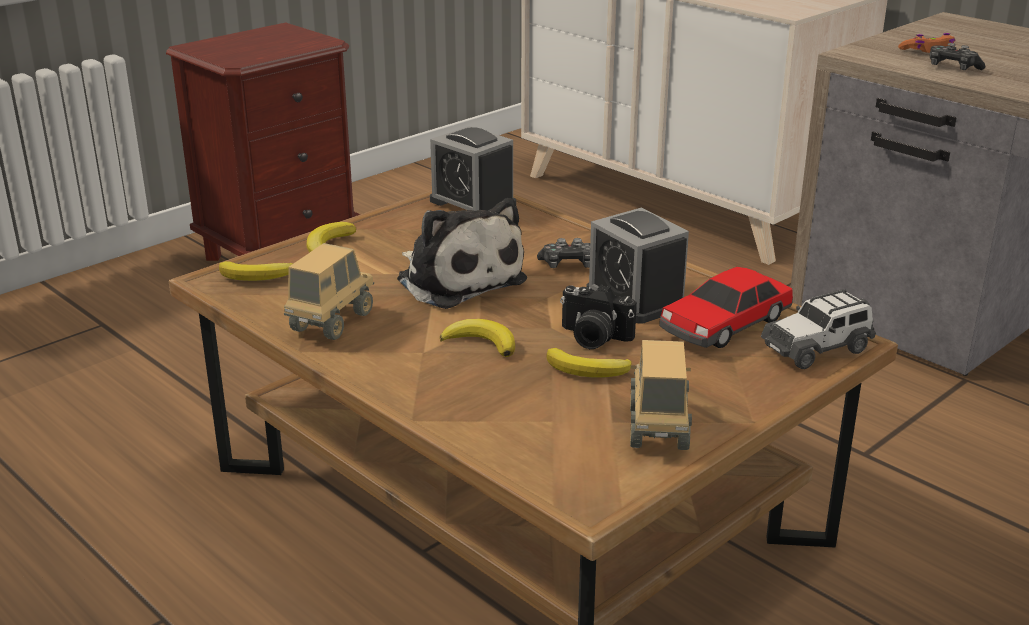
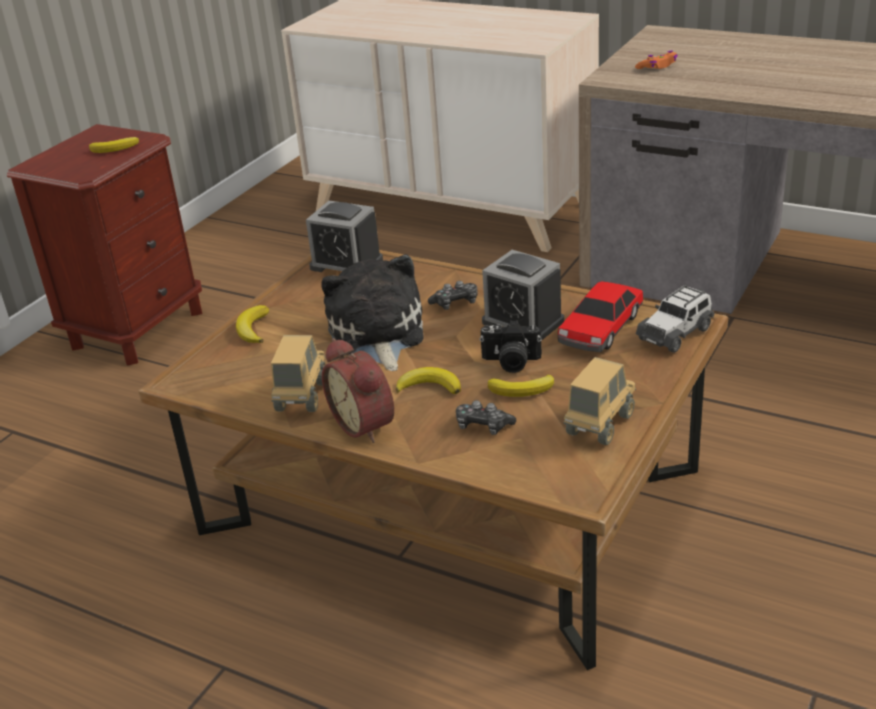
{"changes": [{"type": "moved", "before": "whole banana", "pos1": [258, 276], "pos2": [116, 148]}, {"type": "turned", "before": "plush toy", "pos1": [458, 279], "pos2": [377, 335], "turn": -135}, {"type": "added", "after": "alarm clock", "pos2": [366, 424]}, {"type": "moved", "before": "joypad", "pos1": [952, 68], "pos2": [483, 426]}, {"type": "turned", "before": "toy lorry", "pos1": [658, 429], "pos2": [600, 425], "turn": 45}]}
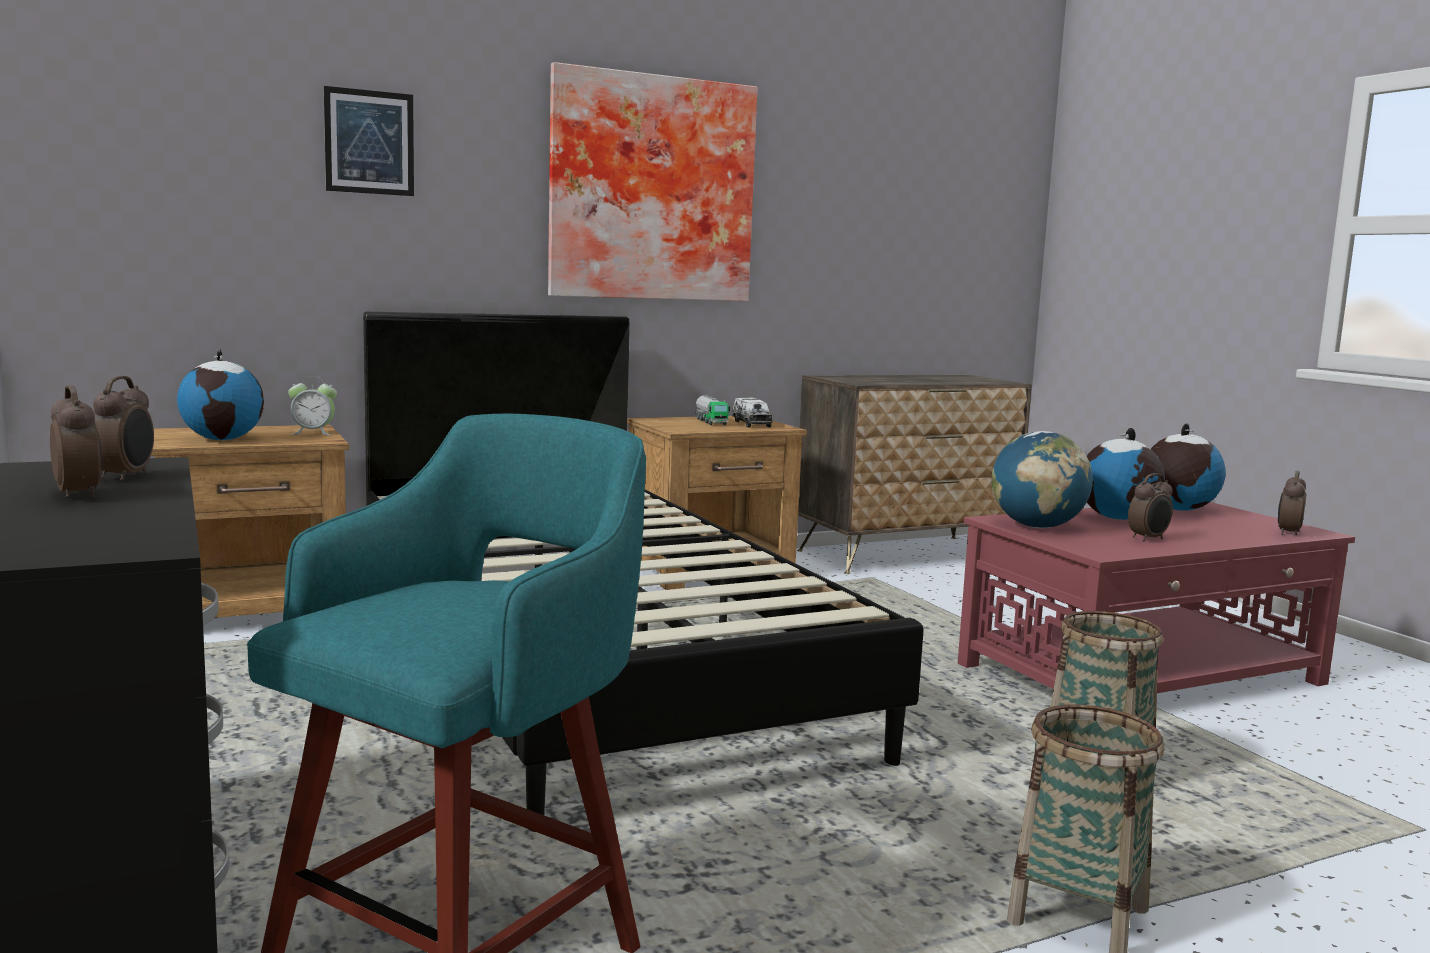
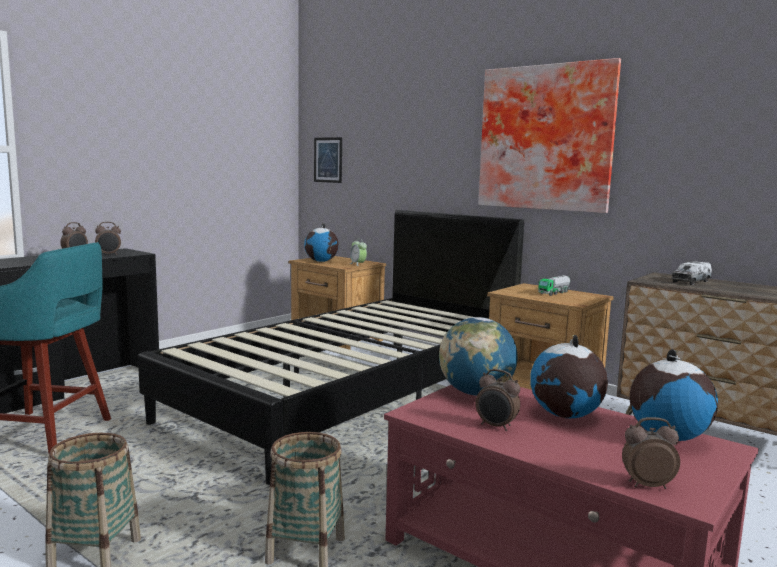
{"changes": [{"type": "moved", "before": "wall picture", "pos1": [369, 142], "pos2": [328, 160]}, {"type": "moved", "before": "toy lorry", "pos1": [751, 423], "pos2": [691, 281]}]}
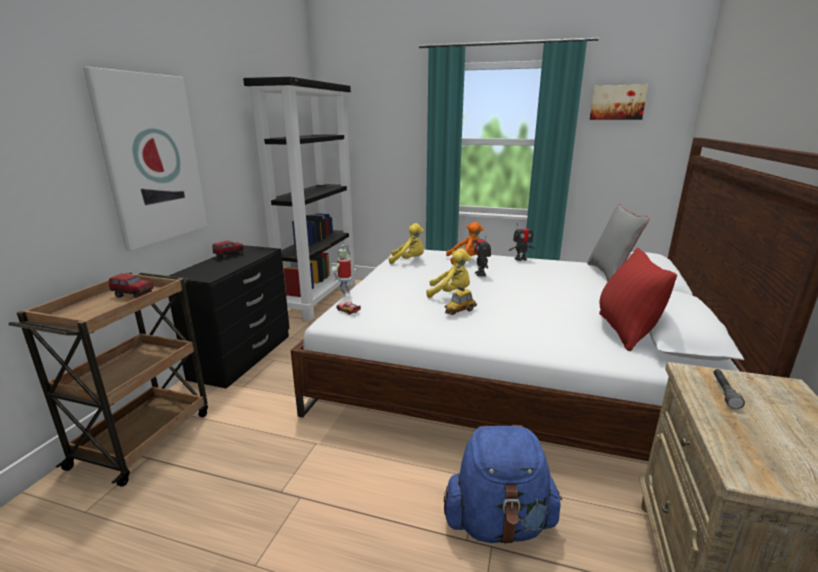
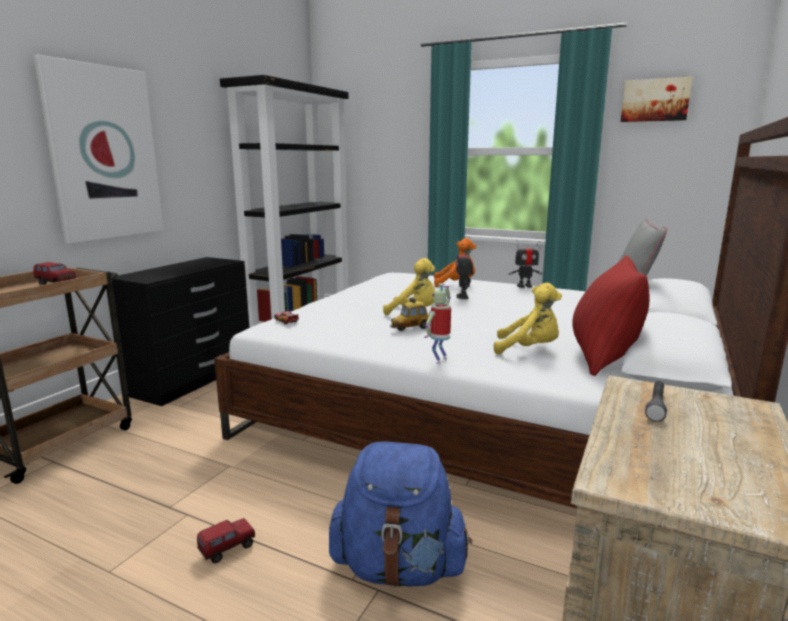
{"changes": [{"type": "moved", "before": "toy lorry", "pos1": [229, 255], "pos2": [227, 550]}, {"type": "moved", "before": "robot figure", "pos1": [345, 294], "pos2": [439, 360]}, {"type": "moved", "before": "plush toy (yellowish)", "pos1": [408, 261], "pos2": [529, 349]}]}
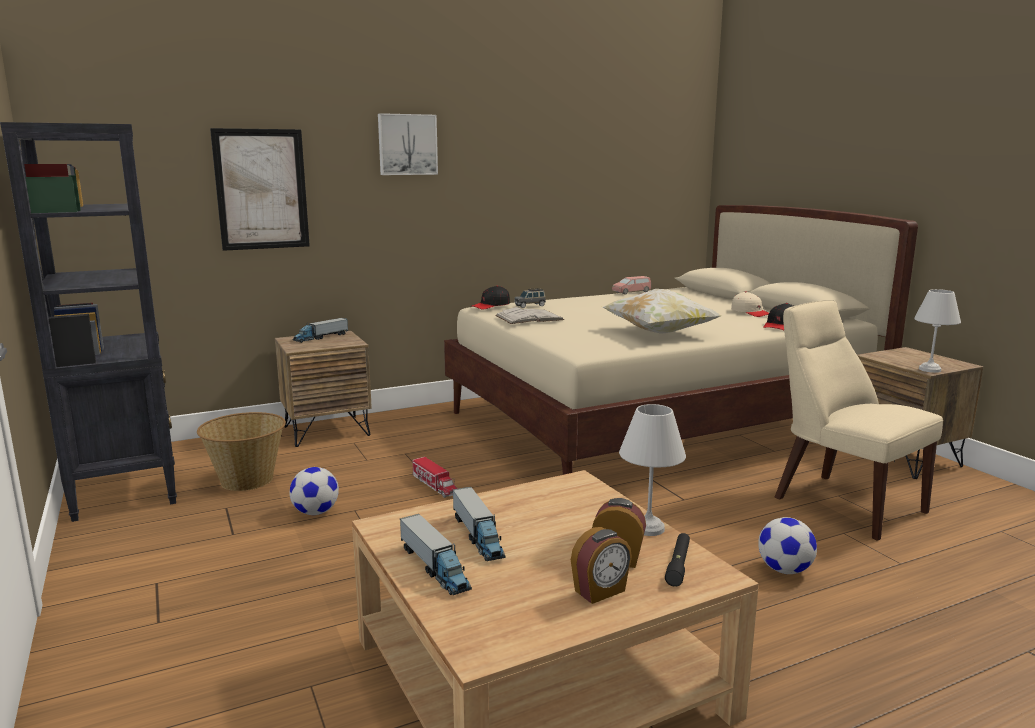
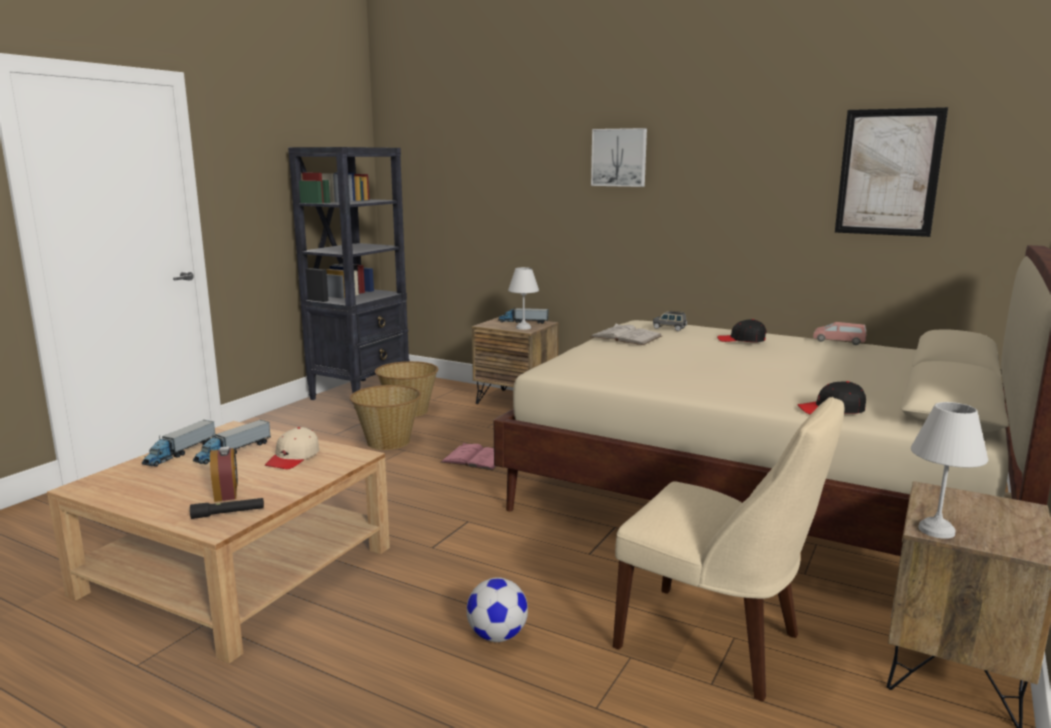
{"changes": [{"type": "moved", "before": "baseball cap (beige)", "pos1": [750, 312], "pos2": [293, 458]}, {"type": "replaced", "before": "football ball", "after": "basket", "pos1": [315, 512], "pos2": [388, 442]}, {"type": "replaced", "before": "toy lorry", "after": "bound book (pinkish)", "pos1": [435, 486], "pos2": [474, 458]}, {"type": "moved", "before": "tabletop lamp (whitish)", "pos1": [647, 529], "pos2": [522, 327]}, {"type": "turned", "before": "plain chair (beige)", "pos1": [842, 503], "pos2": [716, 643], "turn": 105}, {"type": "moved", "before": "baseball cap (blackish)", "pos1": [491, 305], "pos2": [741, 340]}, {"type": "moved", "before": "wall picture", "pos1": [261, 189], "pos2": [888, 172]}, {"type": "removed", "before": "alarm clock", "pos1": [600, 591]}, {"type": "removed", "before": "pillow", "pos1": [659, 333]}]}
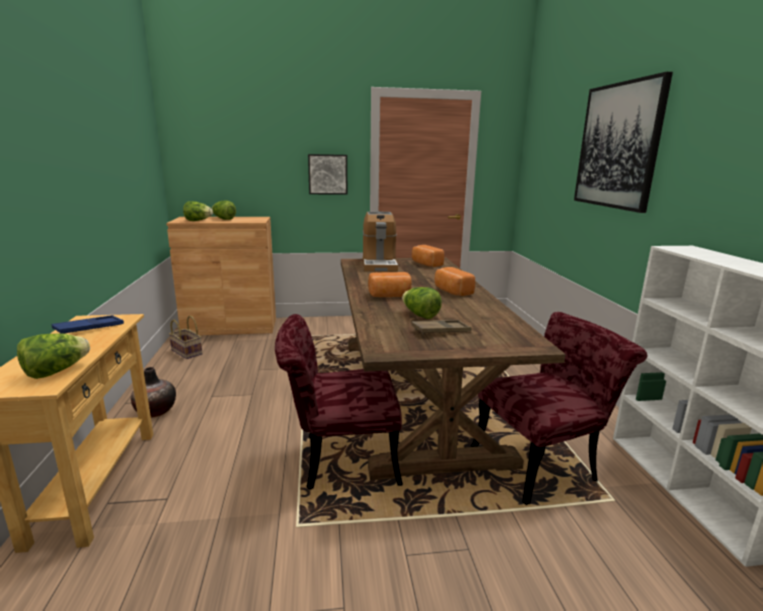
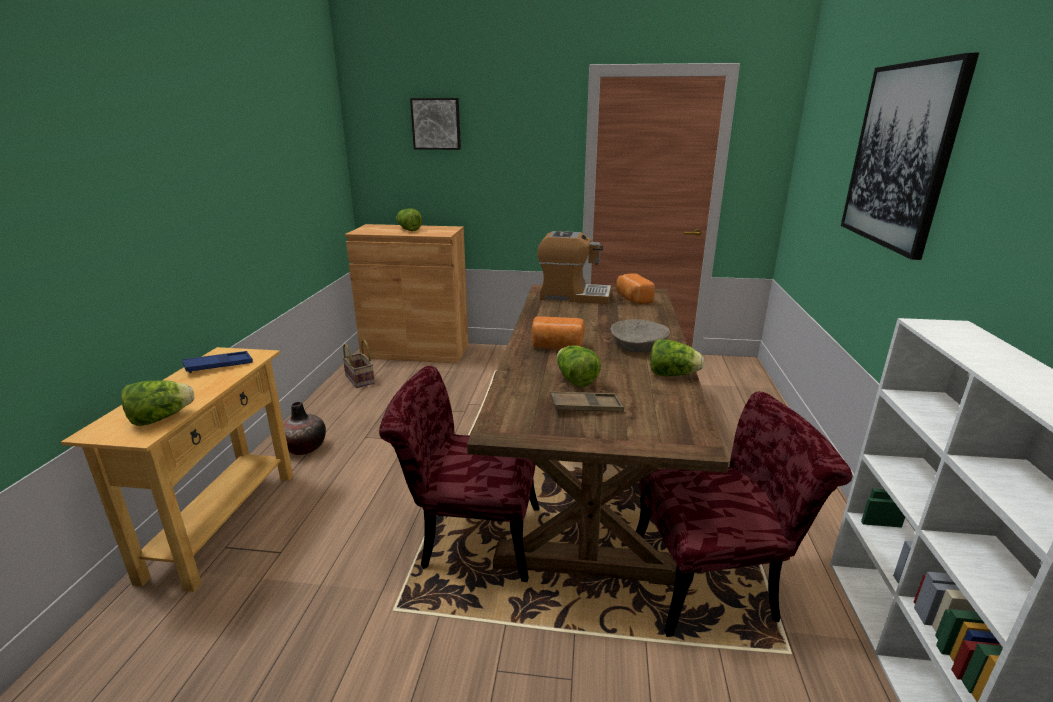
{"changes": [{"type": "moved", "before": "wall picture", "pos1": [327, 174], "pos2": [436, 124]}, {"type": "turned", "before": "coffee machine", "pos1": [379, 264], "pos2": [573, 296], "turn": -90}, {"type": "replaced", "before": "baked bread", "after": "deep dish (beige)", "pos1": [452, 291], "pos2": [639, 346]}, {"type": "moved", "before": "head of lettuce", "pos1": [198, 221], "pos2": [672, 375]}]}
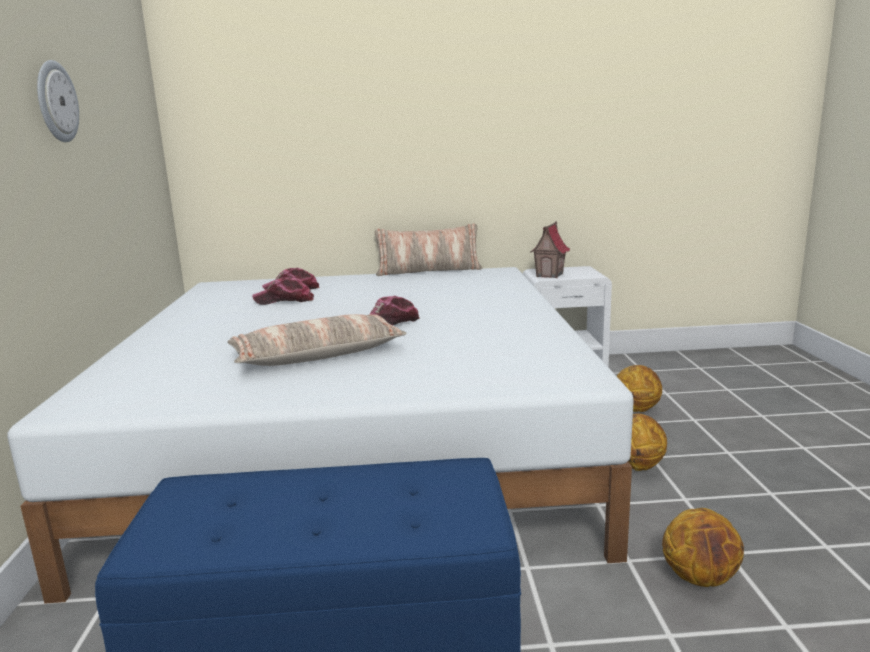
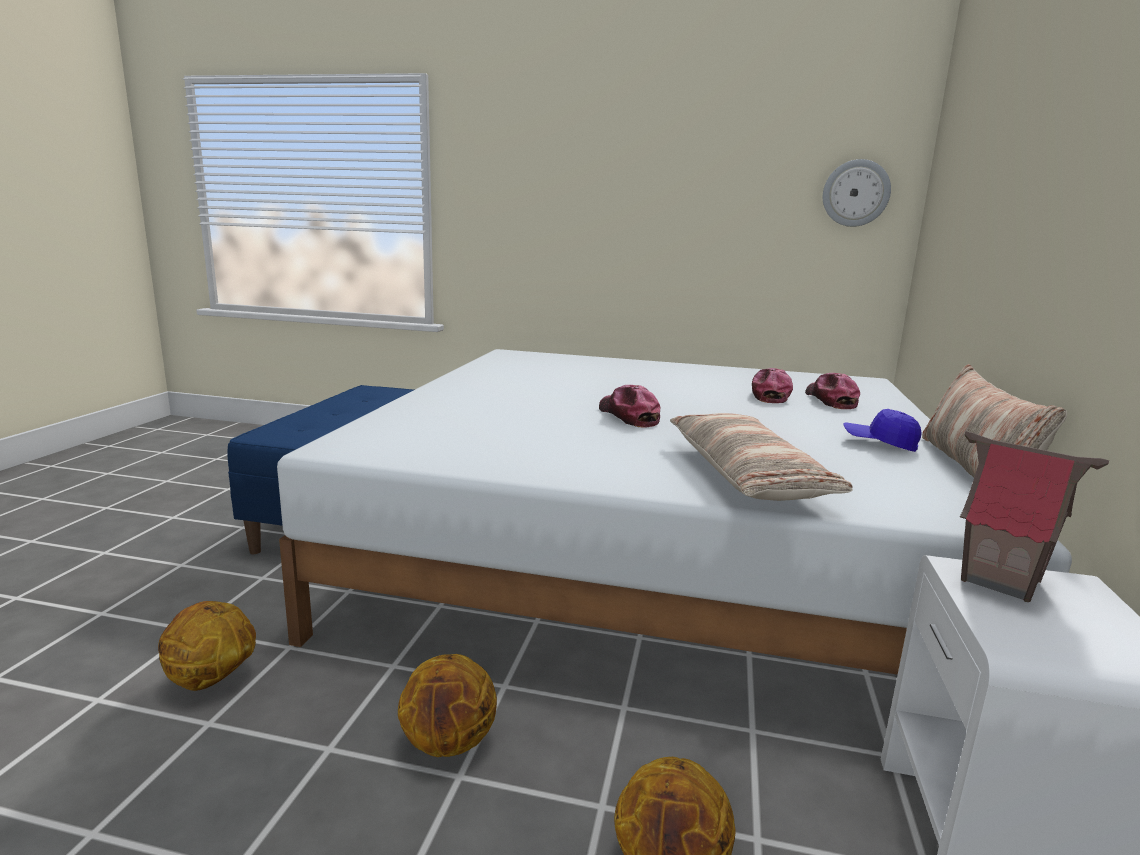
{"changes": [{"type": "moved", "before": "pillow", "pos1": [317, 355], "pos2": [746, 475]}, {"type": "moved", "before": "wall clock", "pos1": [56, 102], "pos2": [855, 193]}, {"type": "added", "after": "baseball cap (blue-coloured)", "pos2": [879, 443]}]}
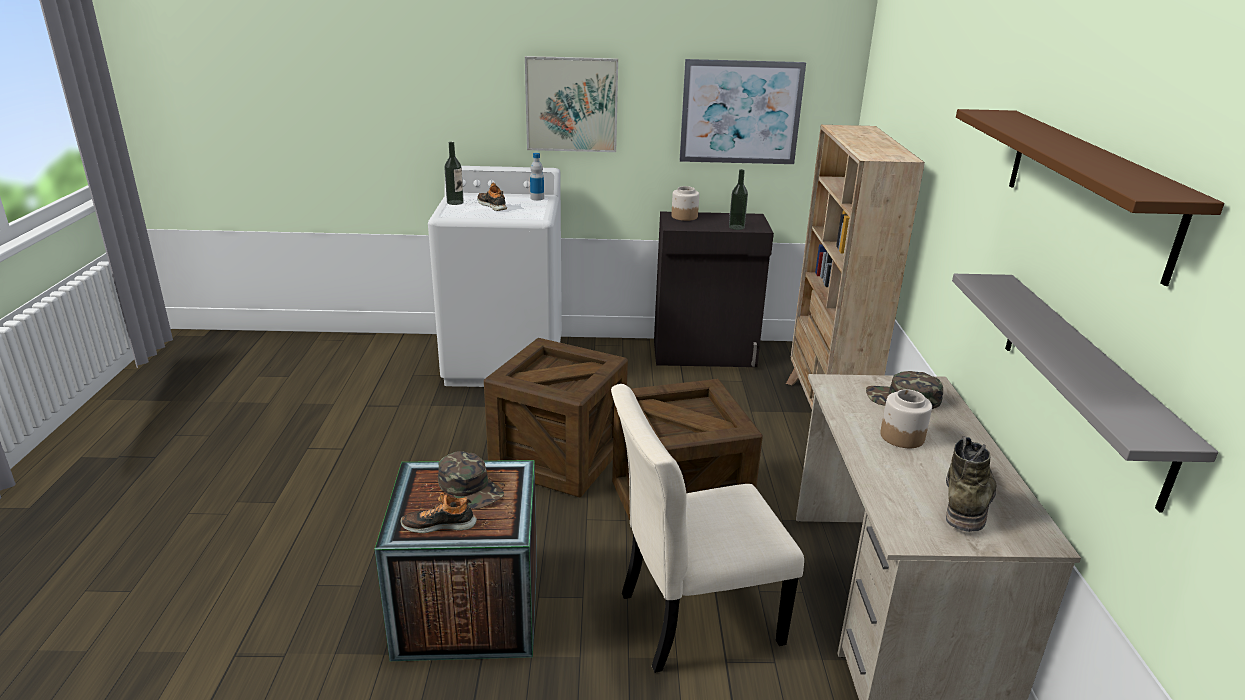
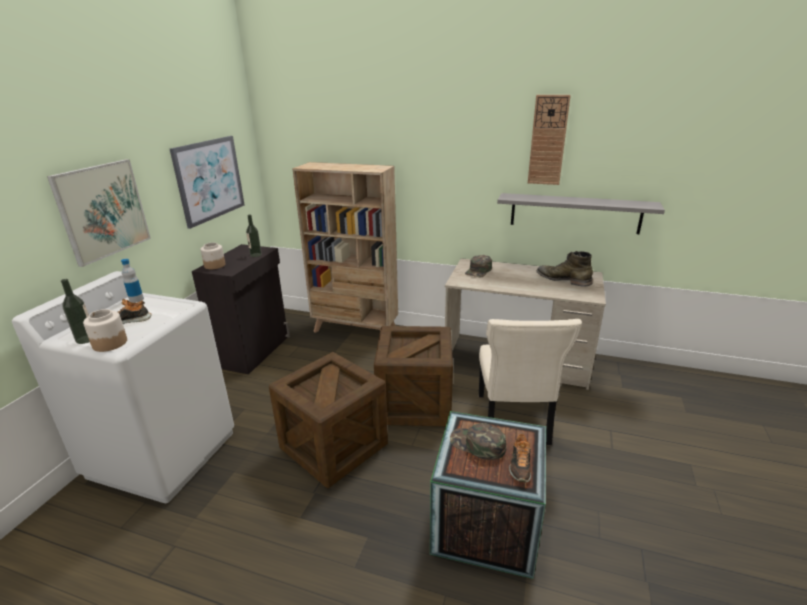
{"changes": [{"type": "moved", "before": "storage jar", "pos1": [902, 436], "pos2": [109, 343]}, {"type": "turned", "before": "baseball cap (greenish)", "pos1": [471, 487], "pos2": [477, 444], "turn": -120}, {"type": "replaced", "before": "shelf (brown)", "after": "wall clock", "pos1": [1087, 188], "pos2": [548, 141]}]}
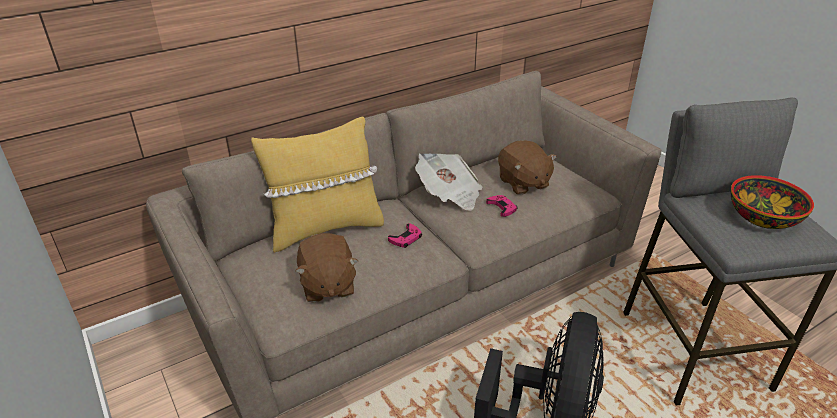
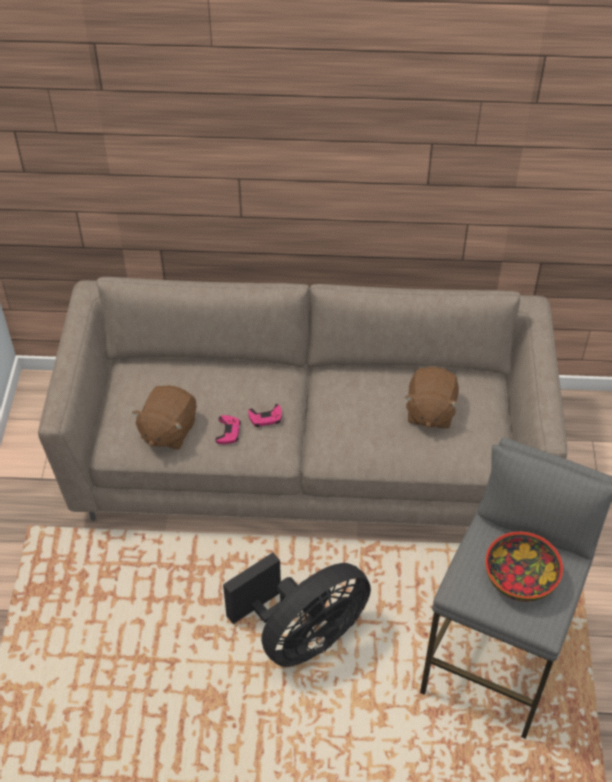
{"changes": [{"type": "moved", "before": "joypad (pinkish)", "pos1": [502, 207], "pos2": [228, 432]}, {"type": "removed", "before": "pillow (yellowish)", "pos1": [325, 228]}, {"type": "removed", "before": "printed paper", "pos1": [449, 194]}]}
